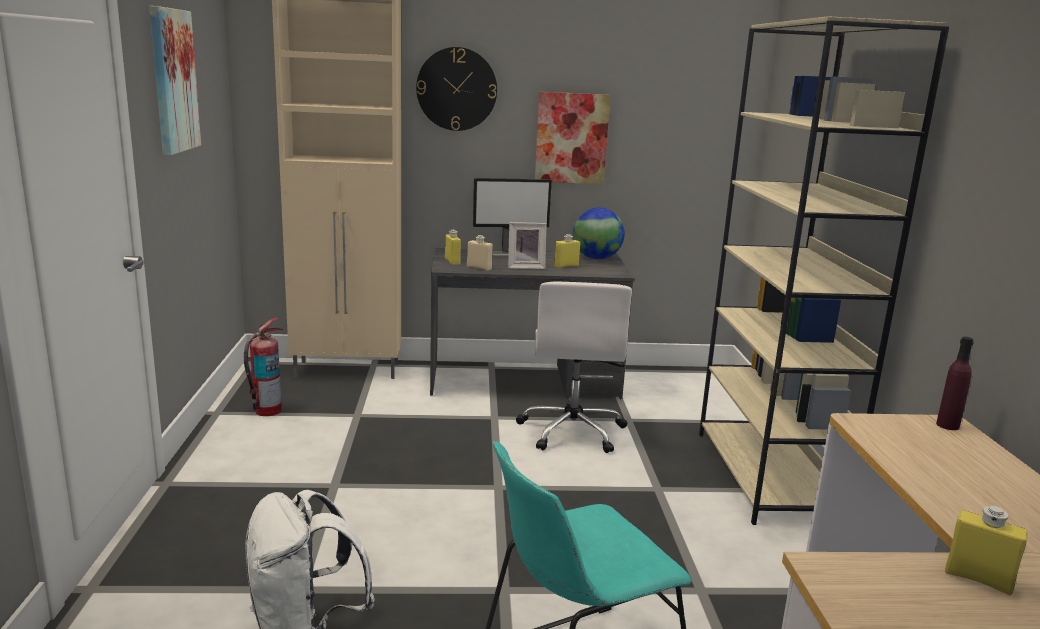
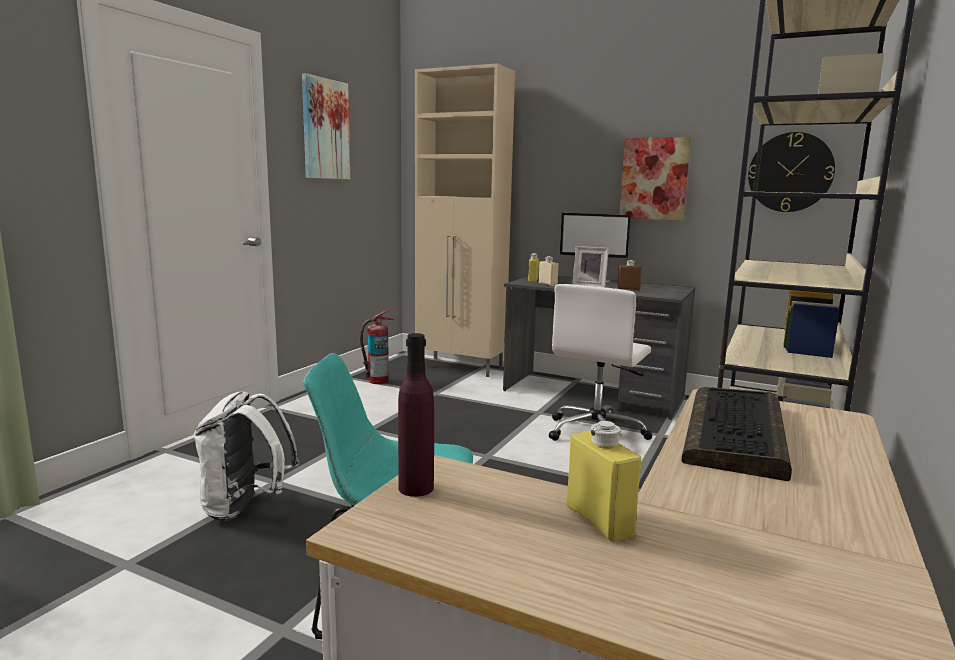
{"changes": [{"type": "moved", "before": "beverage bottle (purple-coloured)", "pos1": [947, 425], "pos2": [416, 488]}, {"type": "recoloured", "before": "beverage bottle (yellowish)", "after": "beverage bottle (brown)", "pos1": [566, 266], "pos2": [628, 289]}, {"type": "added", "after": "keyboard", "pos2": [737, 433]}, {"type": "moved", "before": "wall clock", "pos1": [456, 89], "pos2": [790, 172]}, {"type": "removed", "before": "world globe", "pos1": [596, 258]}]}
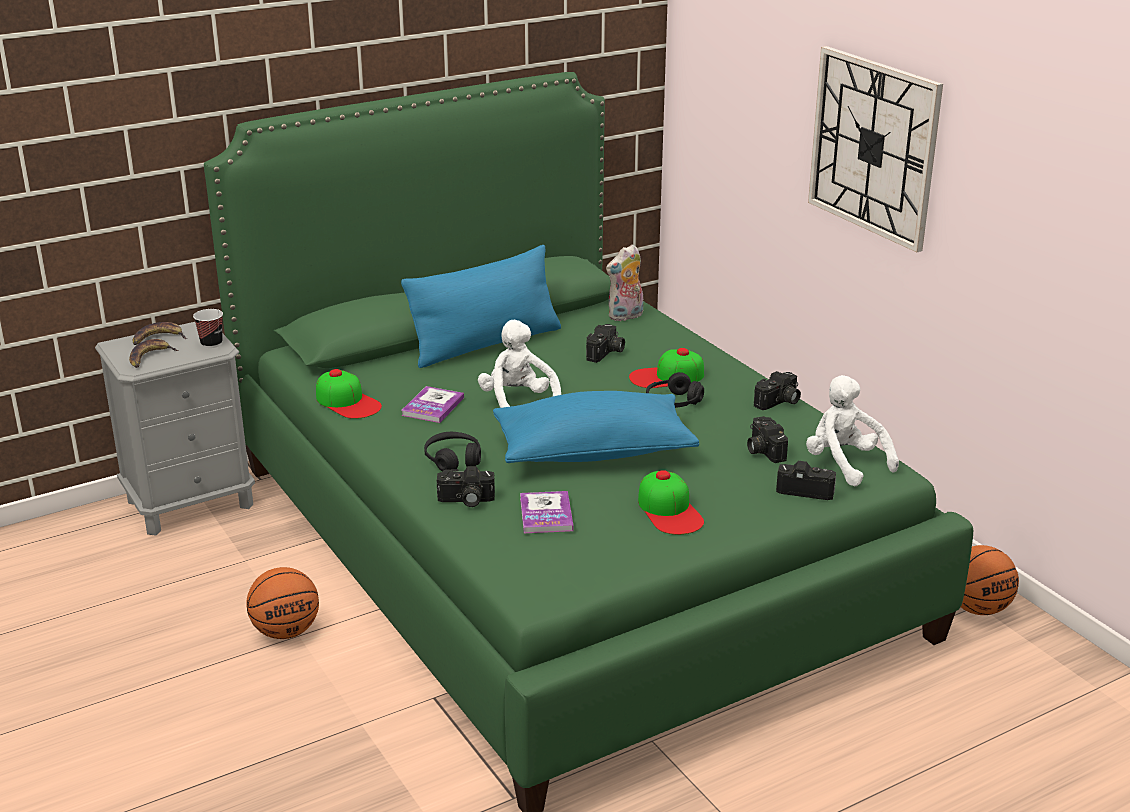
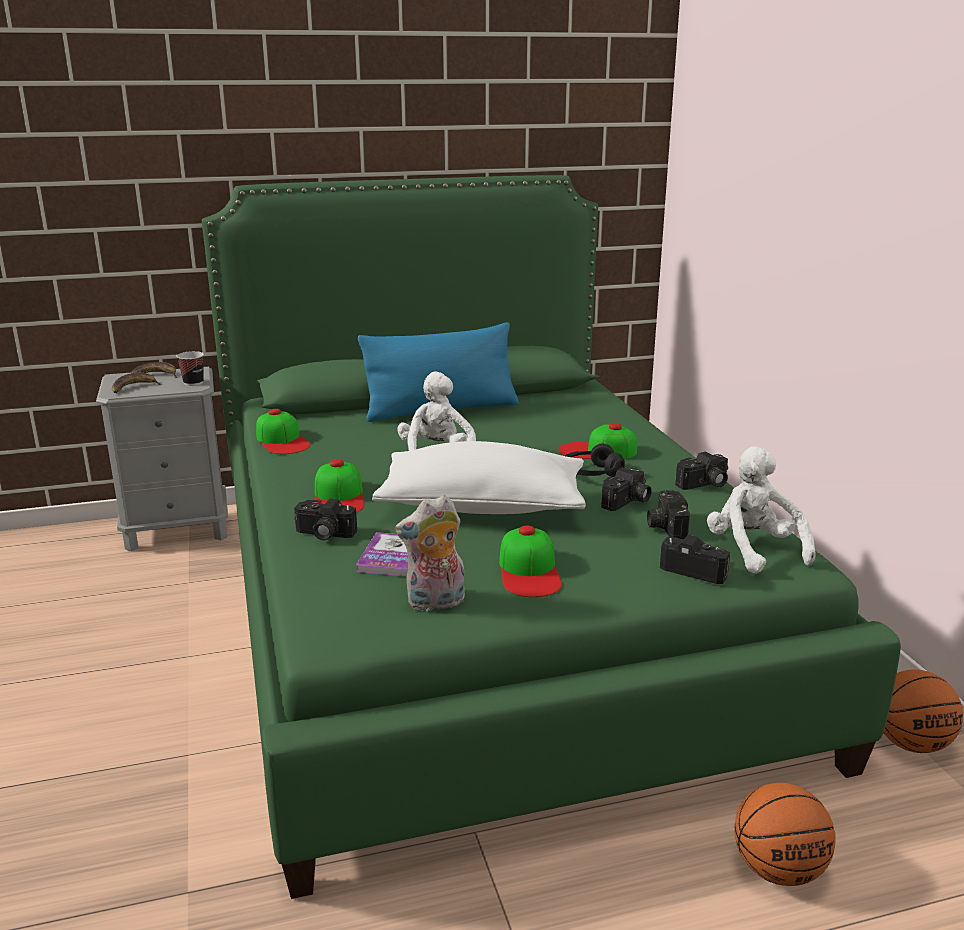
{"changes": [{"type": "replaced", "before": "headset (blackish)", "after": "baseball cap", "pos1": [453, 460], "pos2": [339, 497]}, {"type": "recoloured", "before": "pillow (blue-coloured)", "after": "pillow (whitish)", "pos1": [593, 452], "pos2": [482, 506]}, {"type": "moved", "before": "plush toy", "pos1": [626, 316], "pos2": [435, 603]}, {"type": "moved", "before": "still camera", "pos1": [606, 353], "pos2": [627, 502]}, {"type": "moved", "before": "basketball ball", "pos1": [286, 631], "pos2": [778, 869]}, {"type": "removed", "before": "bound book", "pos1": [433, 406]}, {"type": "removed", "before": "wall clock", "pos1": [873, 146]}]}
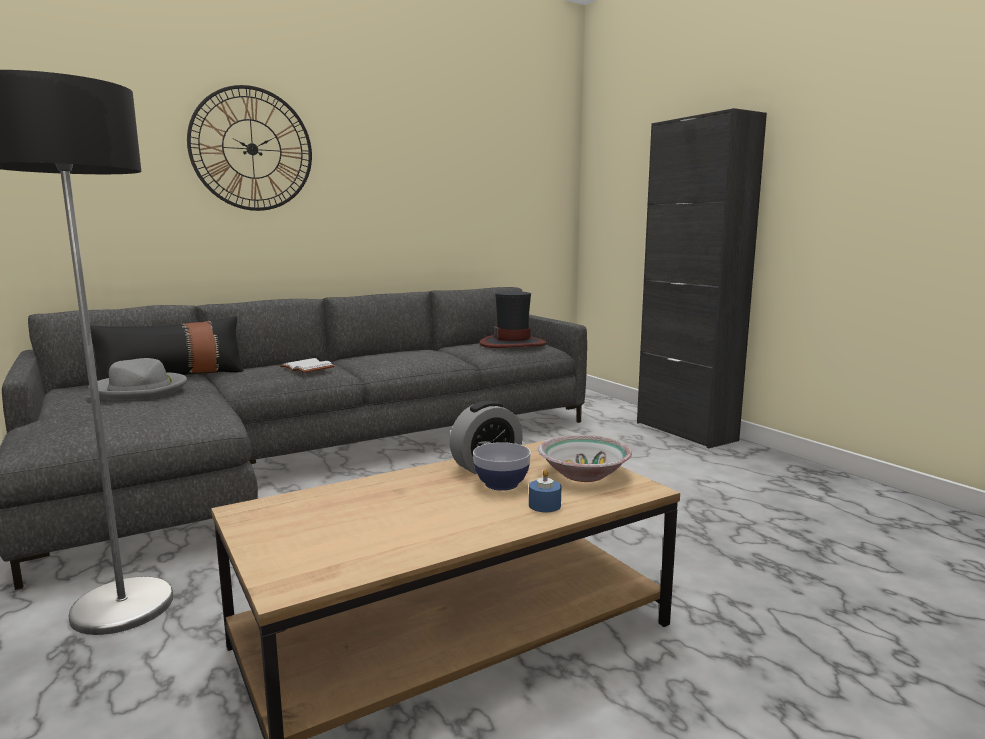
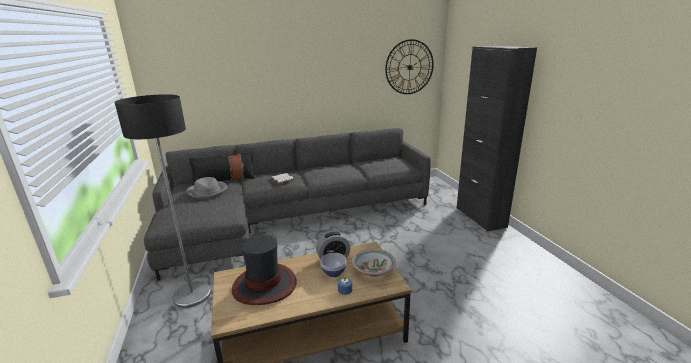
{"changes": [{"type": "moved", "before": "wearable hat", "pos1": [513, 344], "pos2": [265, 285]}, {"type": "moved", "before": "wall clock", "pos1": [252, 149], "pos2": [409, 67]}]}
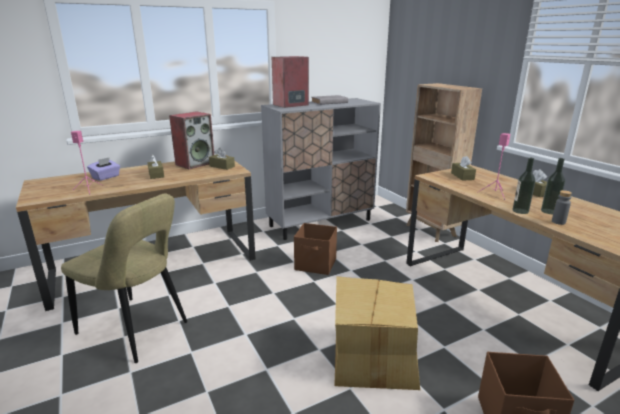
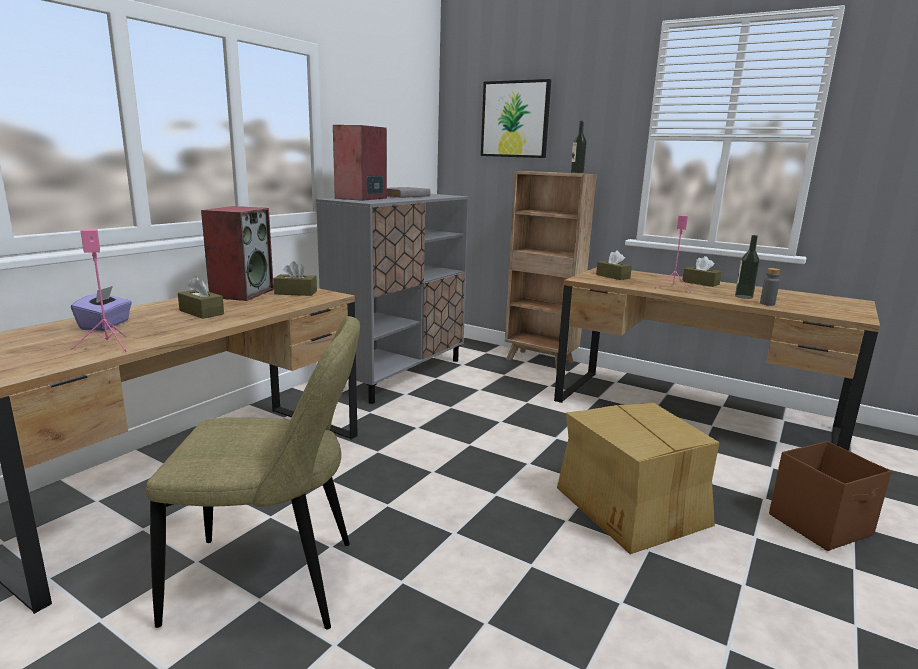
{"changes": [{"type": "added", "after": "wall picture", "pos2": [515, 119]}, {"type": "moved", "before": "beverage bottle", "pos1": [520, 211], "pos2": [577, 173]}, {"type": "removed", "before": "storage container (brown)", "pos1": [316, 264]}]}
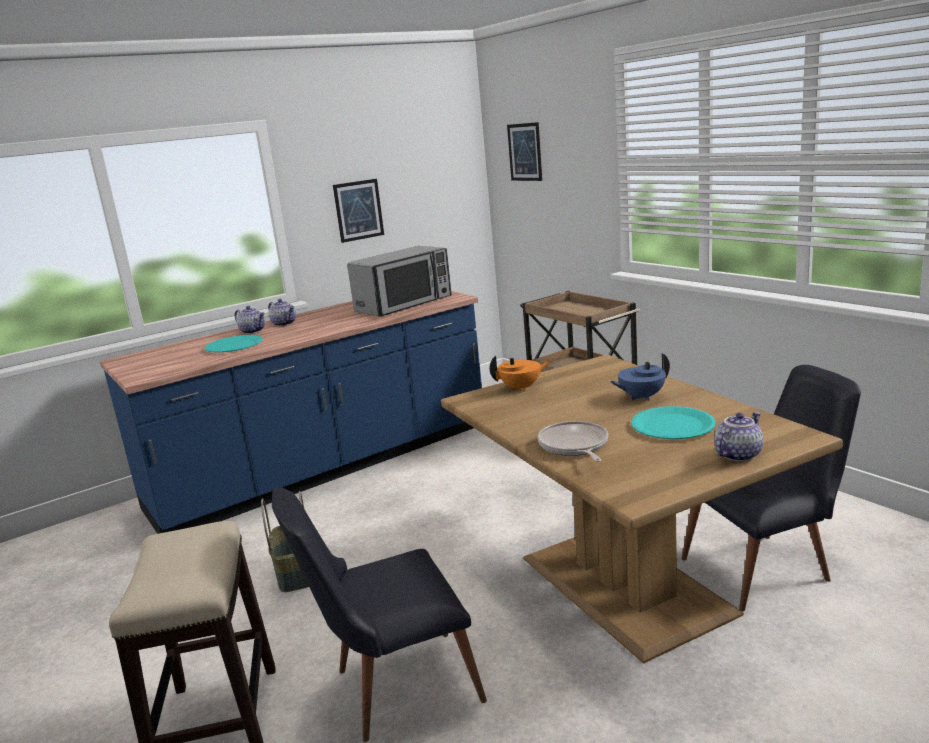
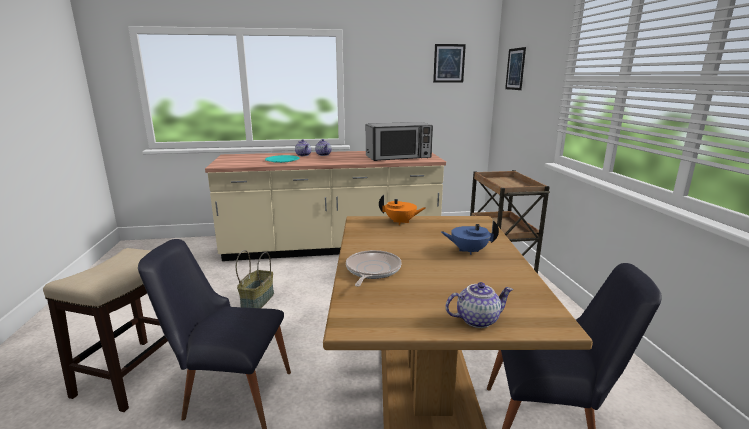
{"changes": [{"type": "recoloured", "before": "kitchen base unit (blue-coloured)", "after": "kitchen base unit (beige)", "pos1": [324, 467], "pos2": [331, 247]}, {"type": "moved", "before": "wall picture", "pos1": [358, 210], "pos2": [449, 63]}, {"type": "removed", "before": "flat dish (turquoise-coloured)", "pos1": [672, 425]}]}
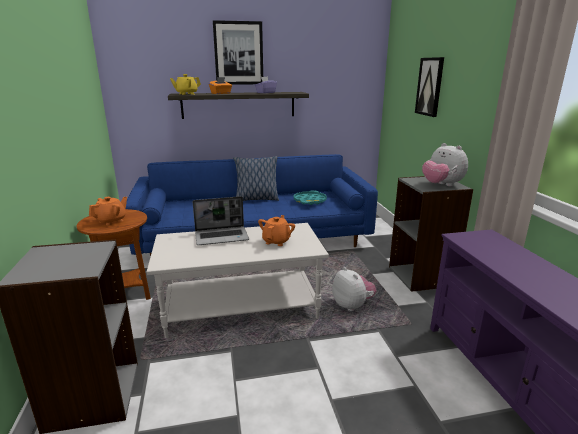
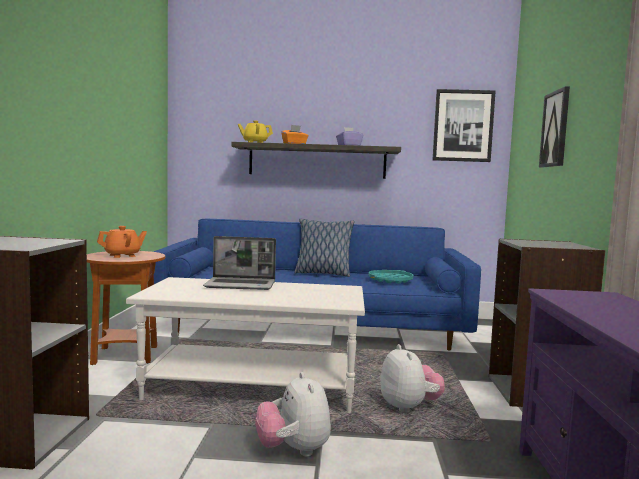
{"changes": [{"type": "moved", "before": "plush toy", "pos1": [441, 185], "pos2": [293, 450]}, {"type": "moved", "before": "wall picture", "pos1": [238, 53], "pos2": [463, 126]}, {"type": "removed", "before": "teapot (orange-coloured)", "pos1": [276, 241]}]}
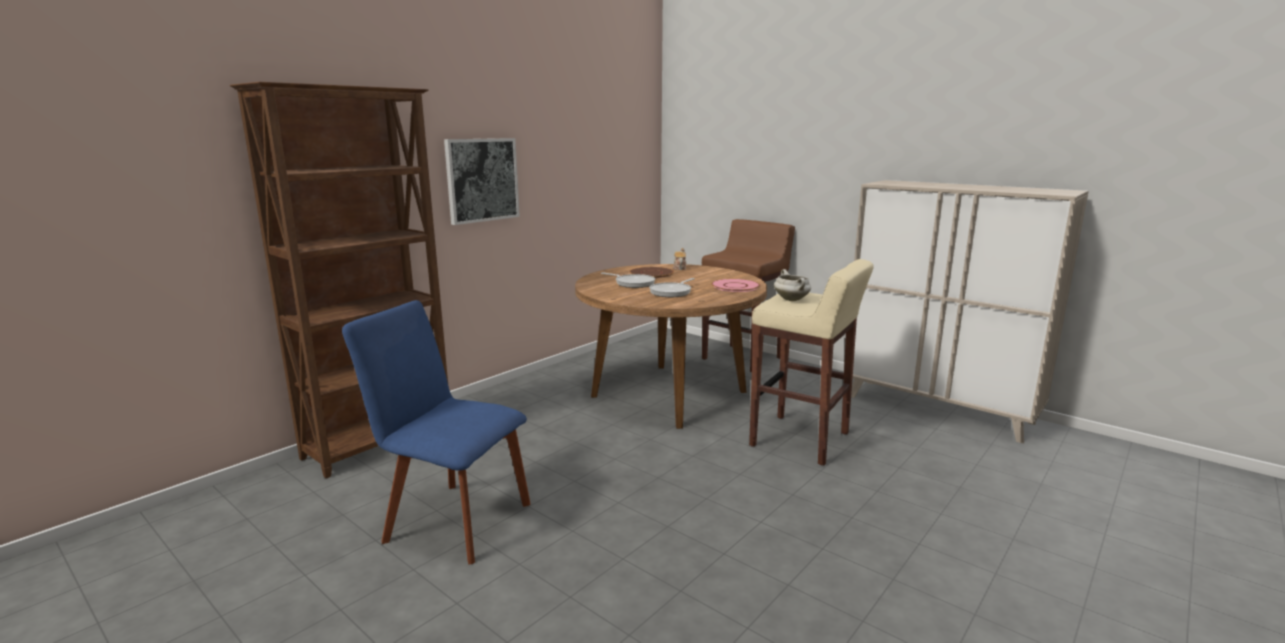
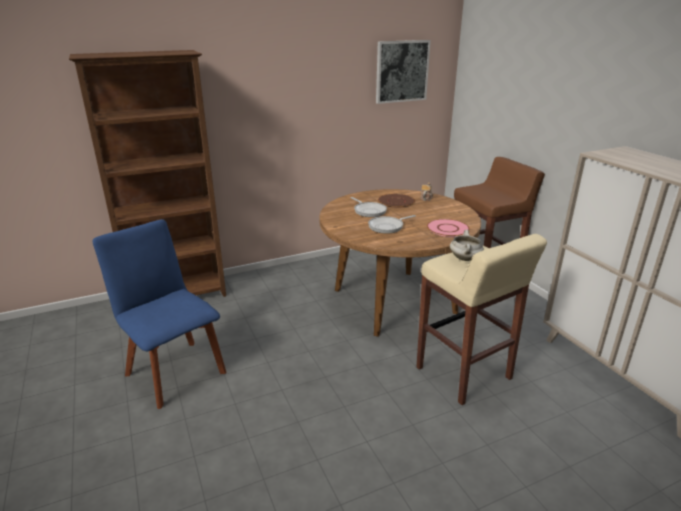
{"changes": [{"type": "moved", "before": "wall picture", "pos1": [482, 180], "pos2": [401, 71]}]}
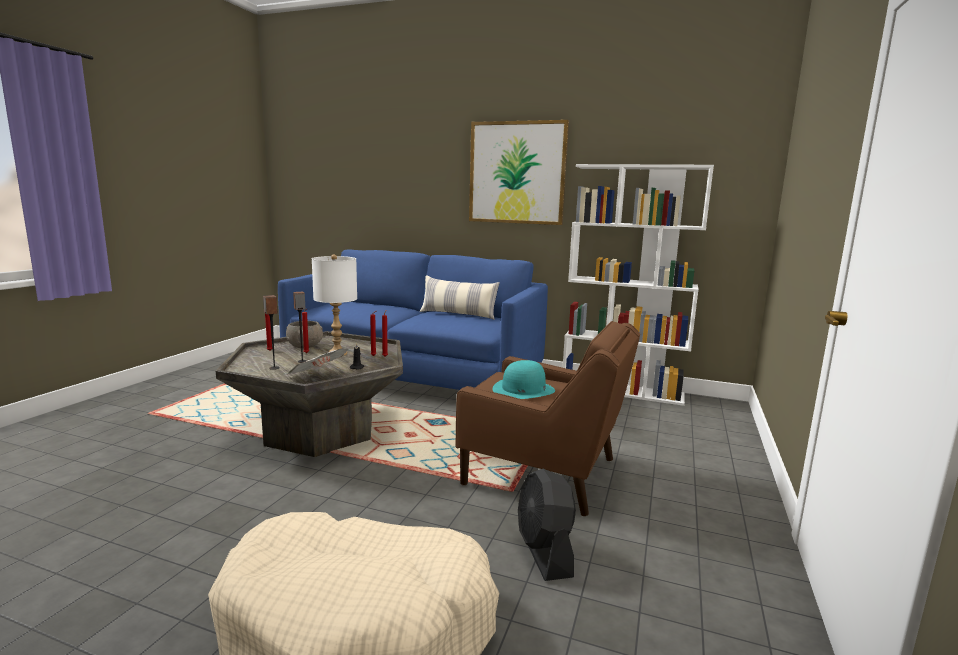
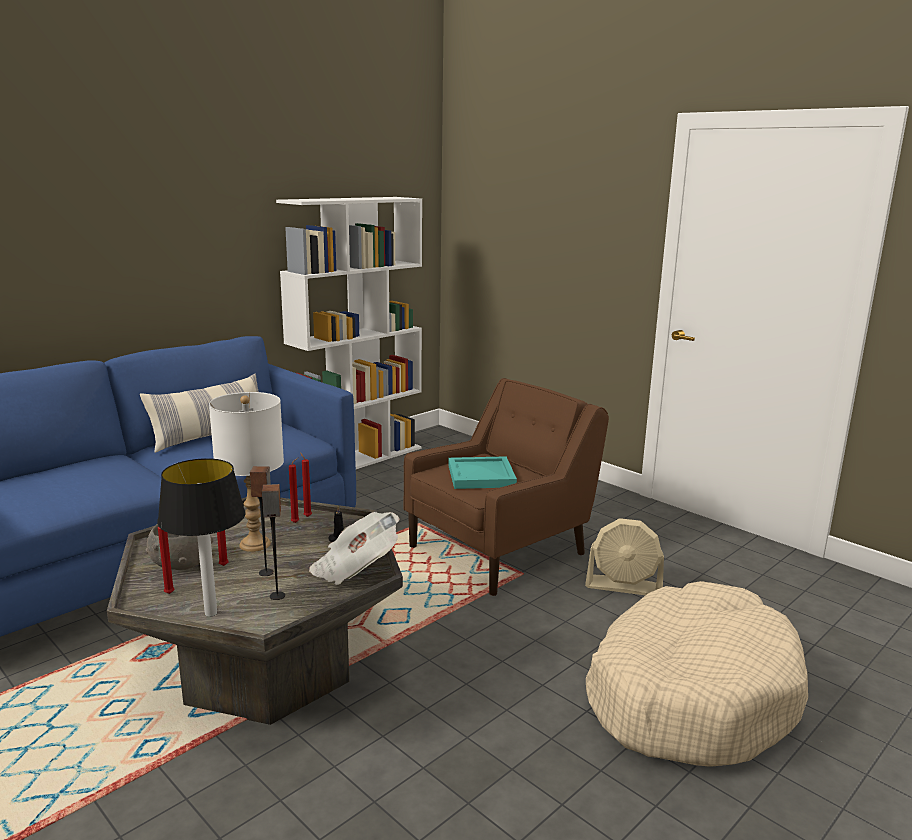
{"changes": [{"type": "added", "after": "tabletop lamp", "pos2": [210, 613]}, {"type": "replaced", "before": "wearable hat (turquoise-coloured)", "after": "carrying tray (turquoise-coloured)", "pos1": [523, 390], "pos2": [482, 476]}, {"type": "recoloured", "before": "cooling fan (blackish)", "after": "cooling fan (beige)", "pos1": [544, 552], "pos2": [624, 586]}, {"type": "removed", "before": "wall picture", "pos1": [517, 173]}]}
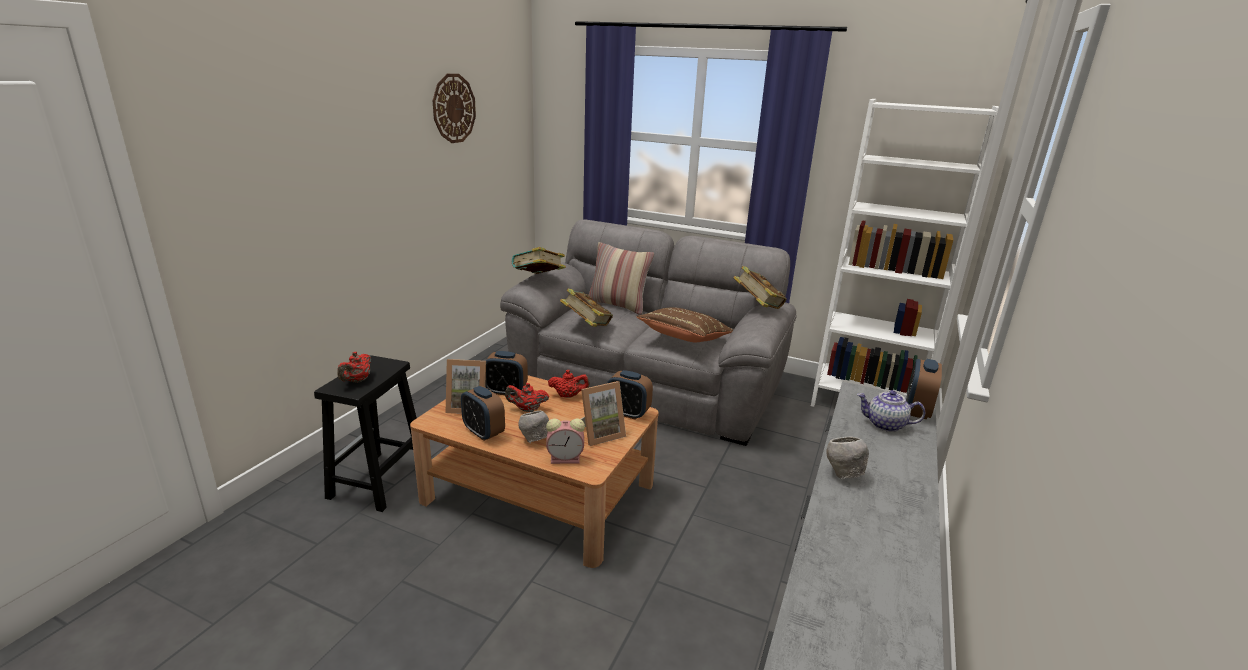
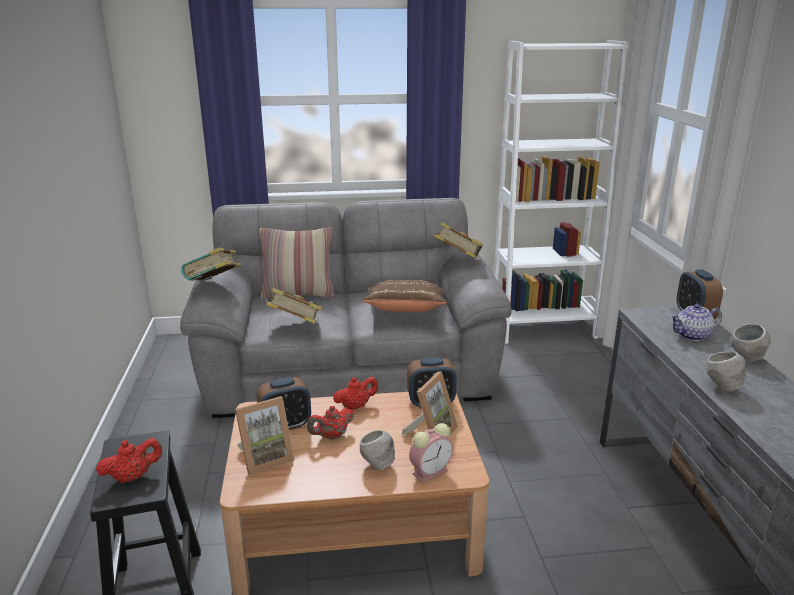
{"changes": [{"type": "turned", "before": "teapot (red-coloured)", "pos1": [357, 381], "pos2": [133, 477], "turn": -105}, {"type": "added", "after": "deep dish (gray)", "pos2": [746, 359]}, {"type": "removed", "before": "wall clock", "pos1": [453, 108]}, {"type": "removed", "before": "alarm clock", "pos1": [483, 432]}]}
